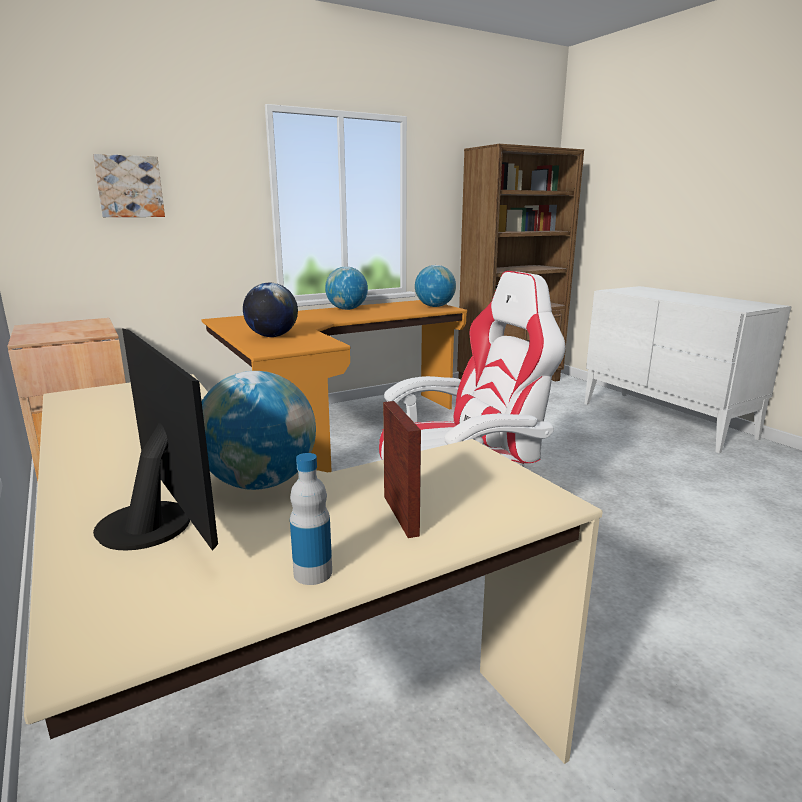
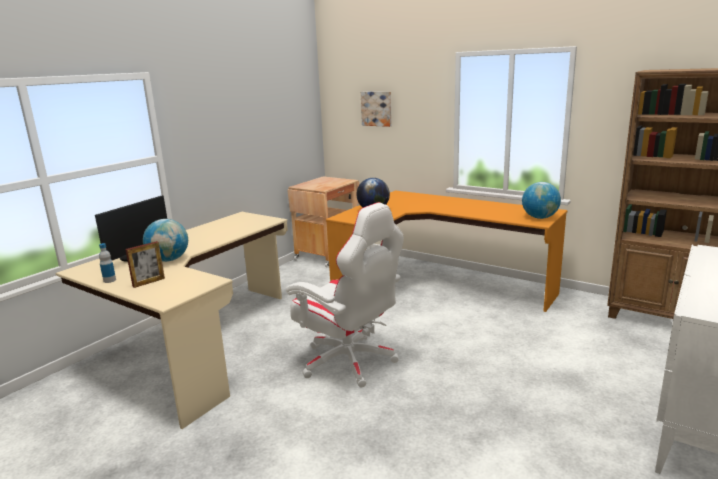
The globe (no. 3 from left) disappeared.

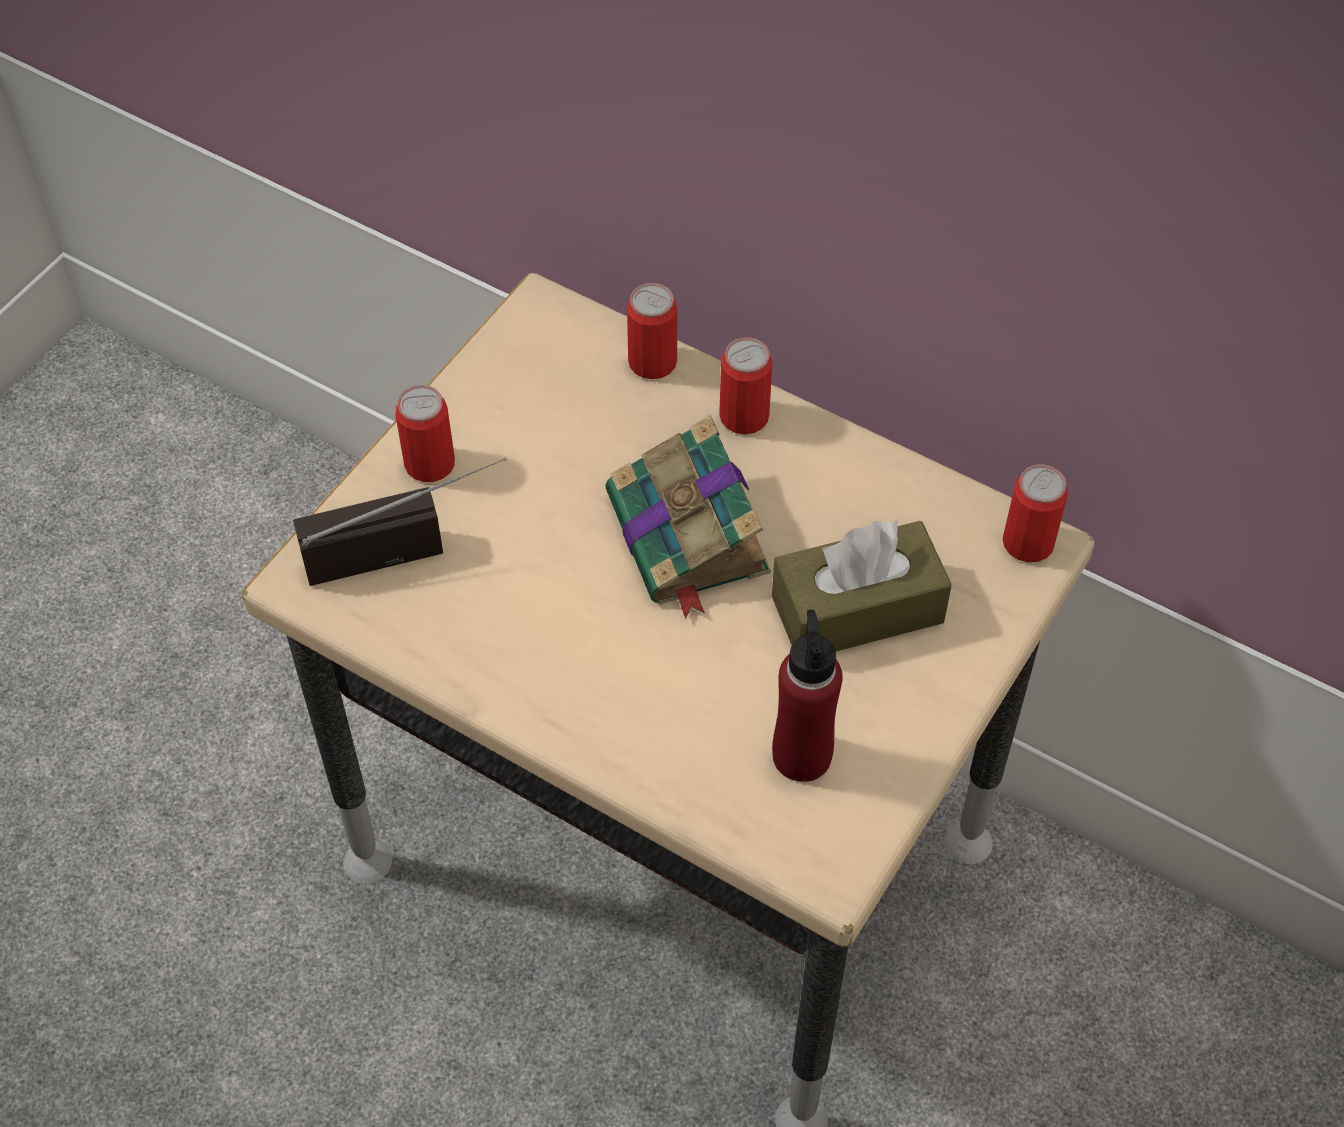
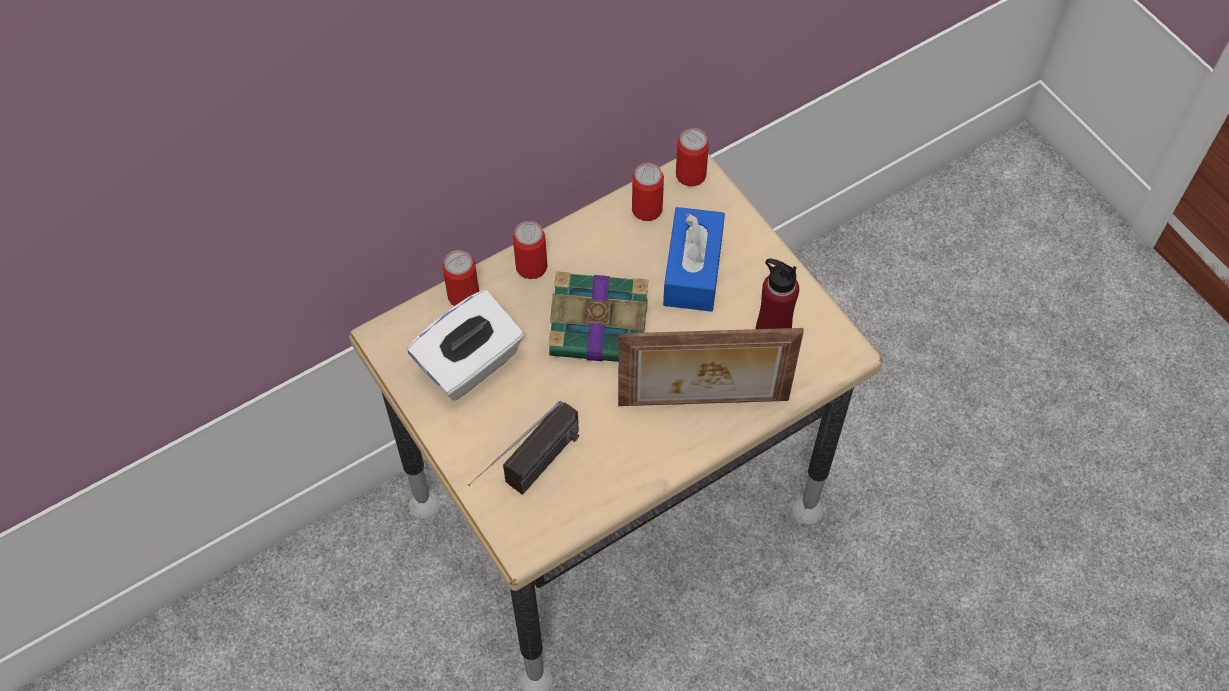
The tissue box (white) appeared.
The picture frame appeared.
The can (no. 1 from left in the first image) moved.
The tissue box (brown) became the tissue box (blue).
The radio turned 150 degrees counterclockwise.

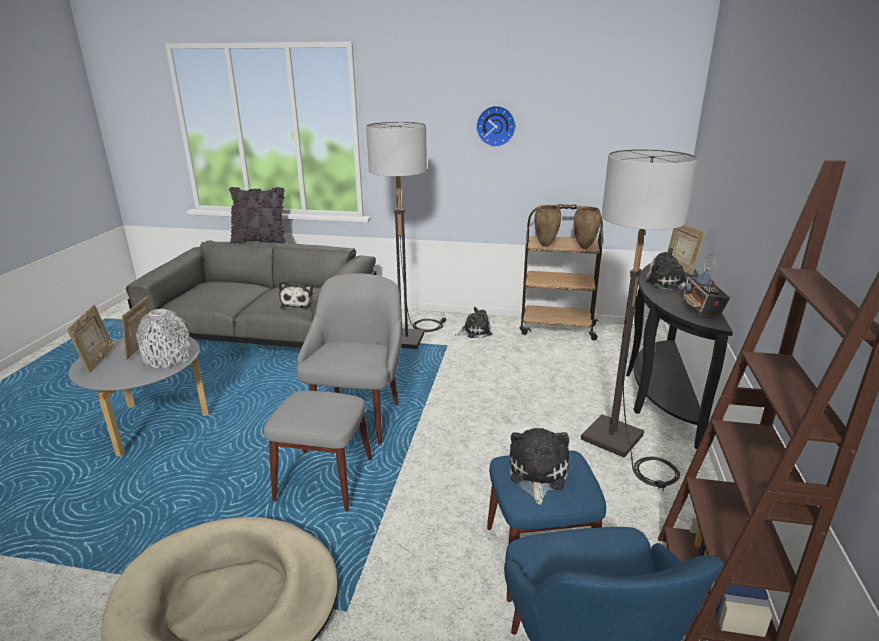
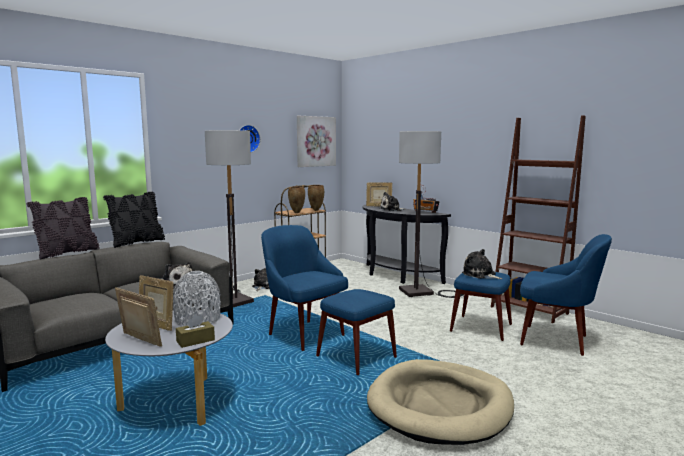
The pillow (black) (no. 2 from left) appeared.
The tissue box (brown) appeared.
The picture appeared.
The armchair (grey) became the armchair (blue) (no. 1 from left).

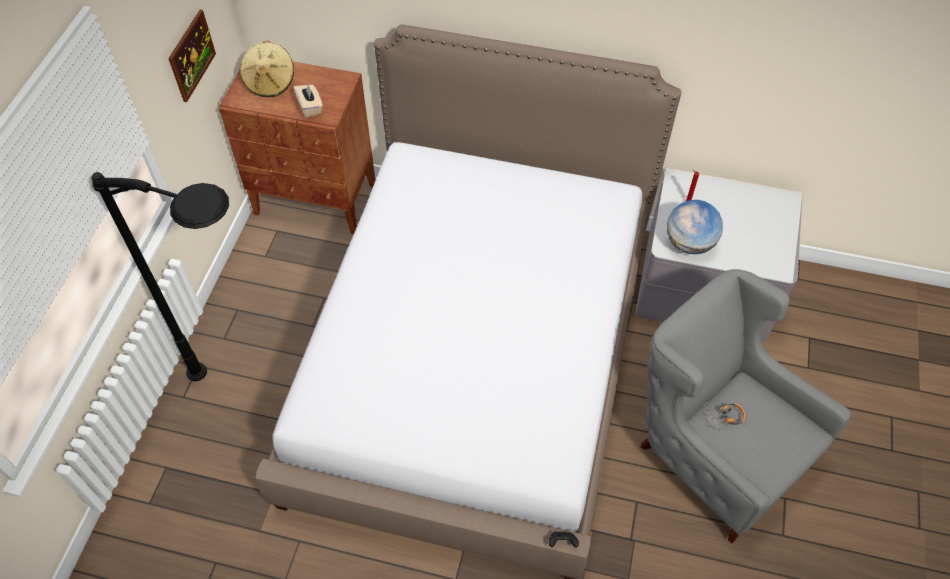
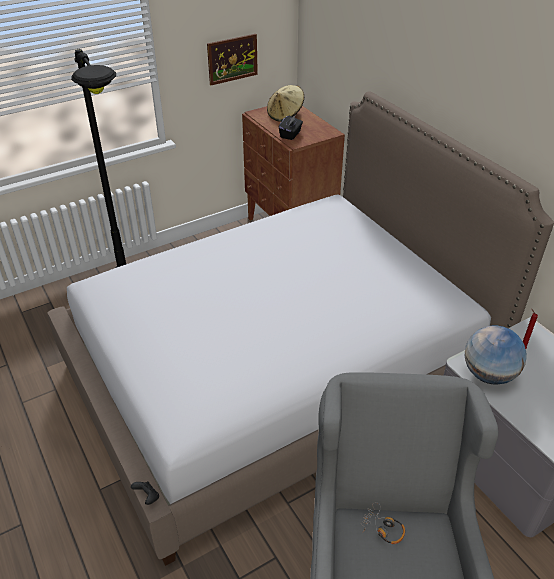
The tissue box (beige) became the tissue box (black).

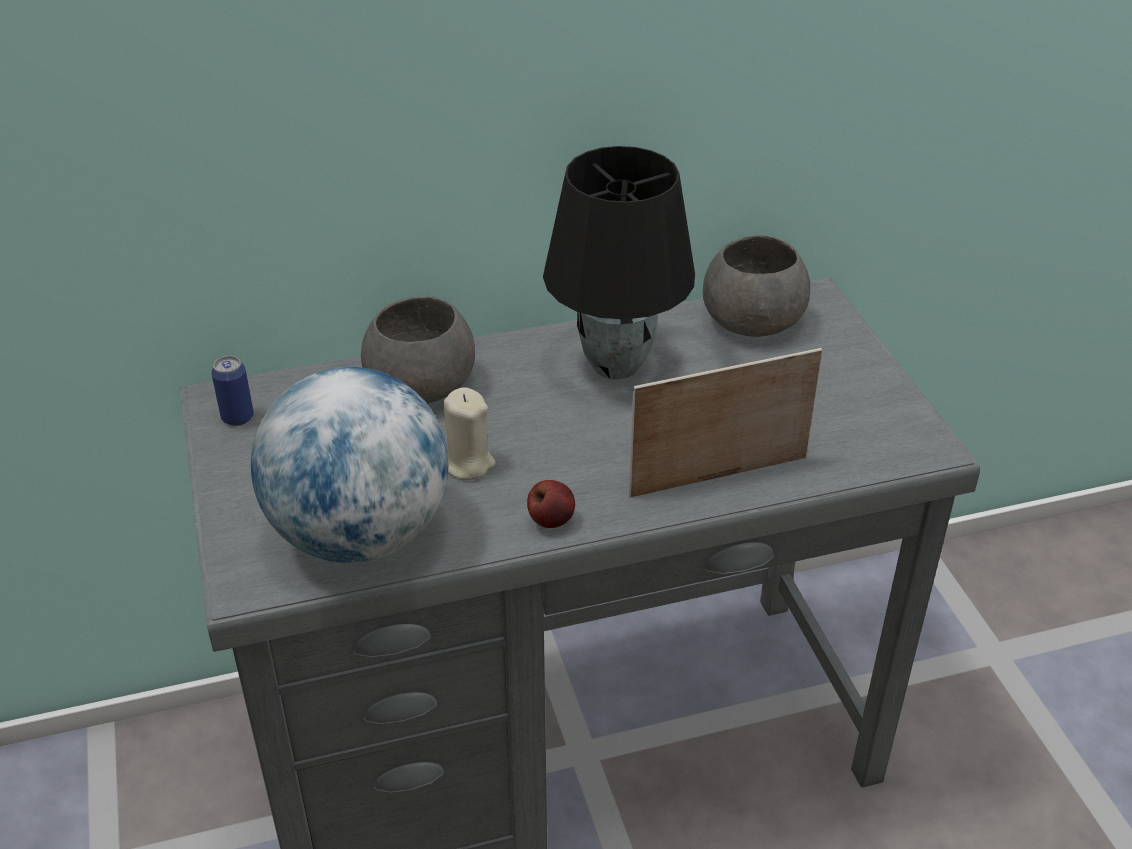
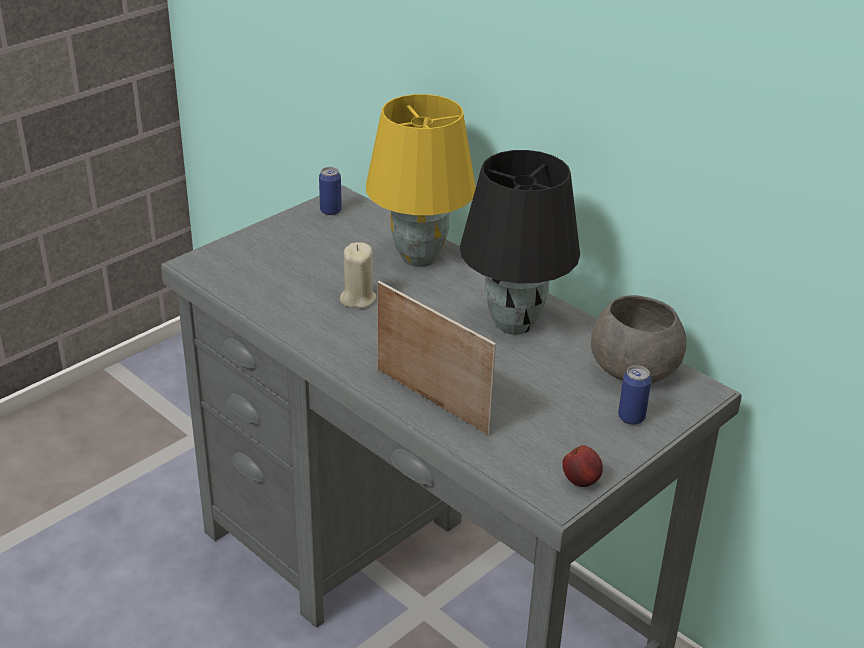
The globe disappeared.
The can (no. 2 from left) appeared.
The apple moved.
The bowl (grey) (no. 1 from left) was replaced by the table lamp (yellow).

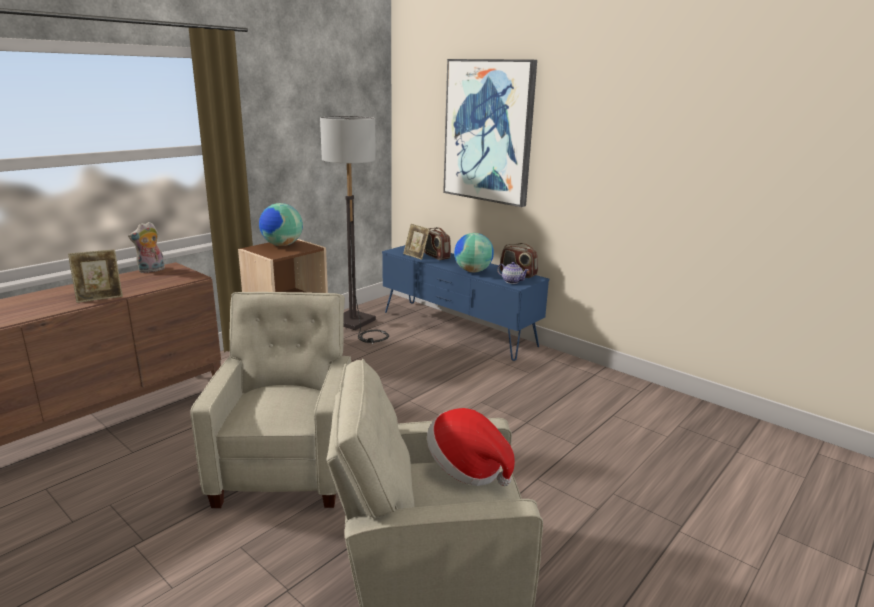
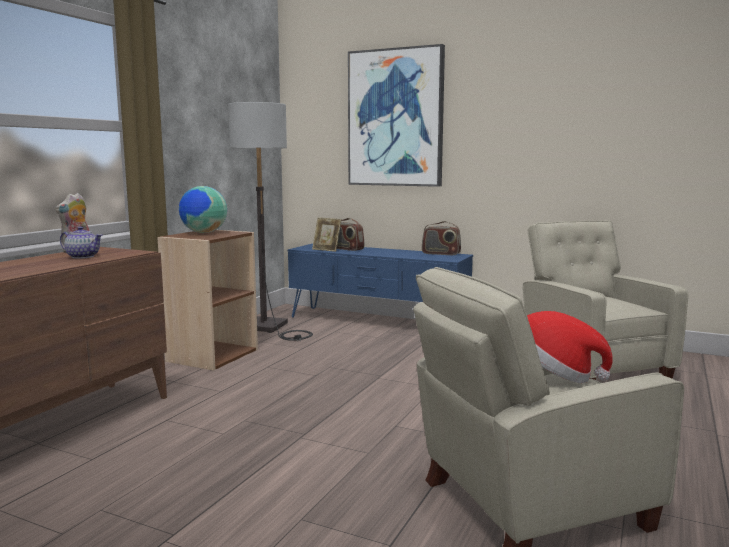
The picture frame (no. 1 from left) disappeared.
The globe (no. 2 from left) disappeared.
The armchair (beige) (no. 1 from left in the first image) moved.
The teapot moved.

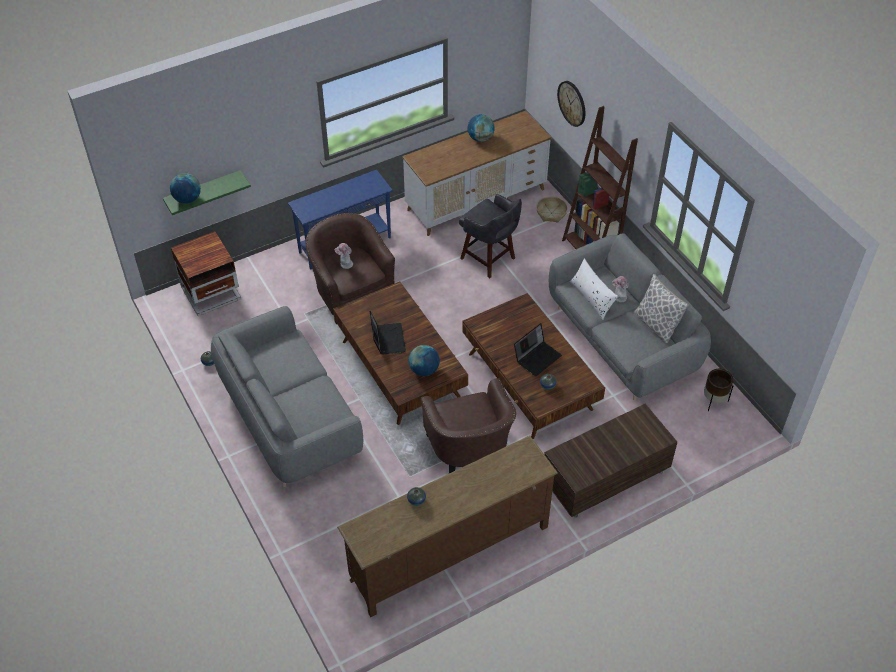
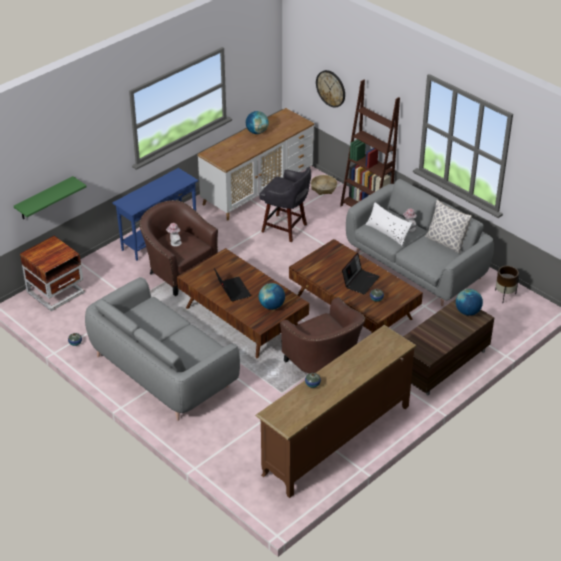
The globe (no. 1 from left in the first image) moved.

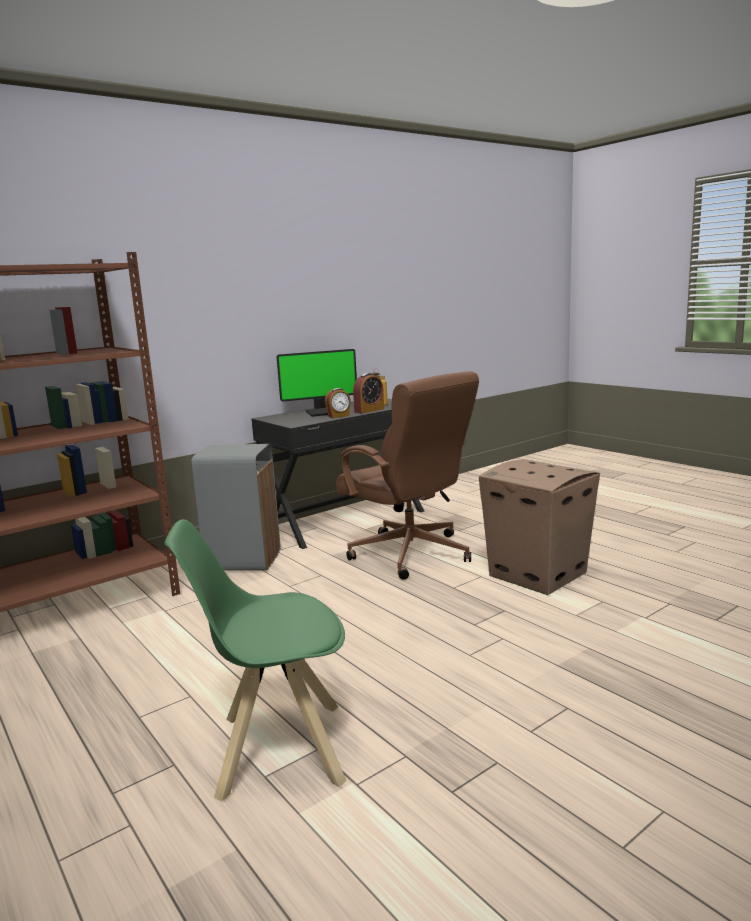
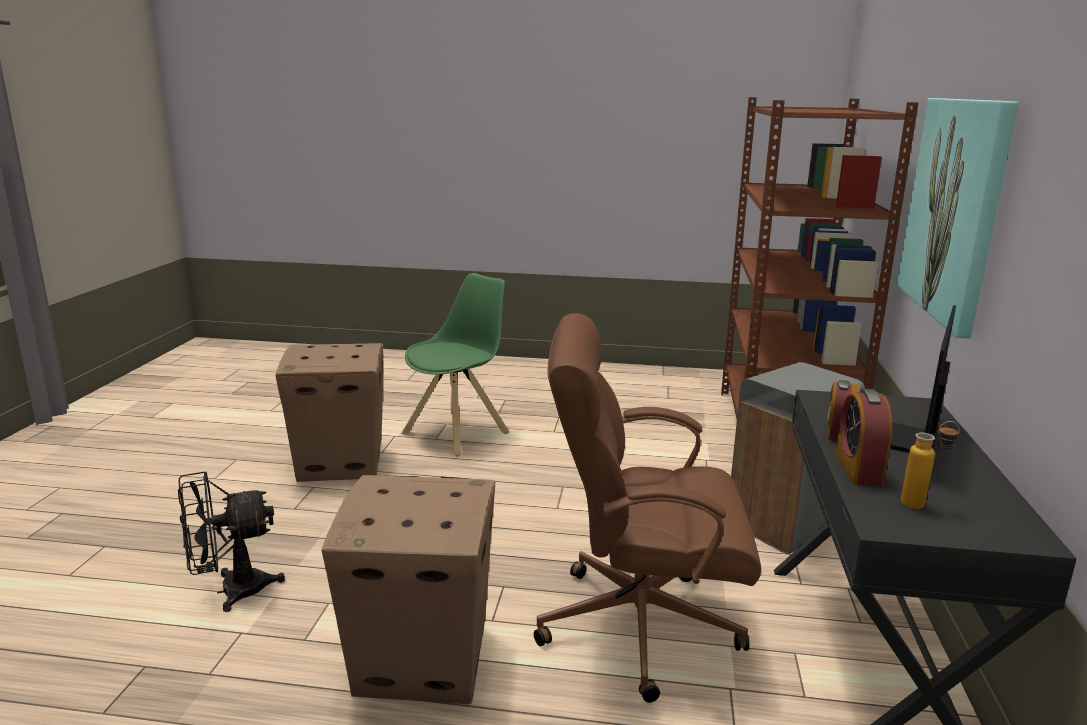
The fan (black) appeared.
The cardboard box (no. 1 from left) appeared.
The picture appeared.

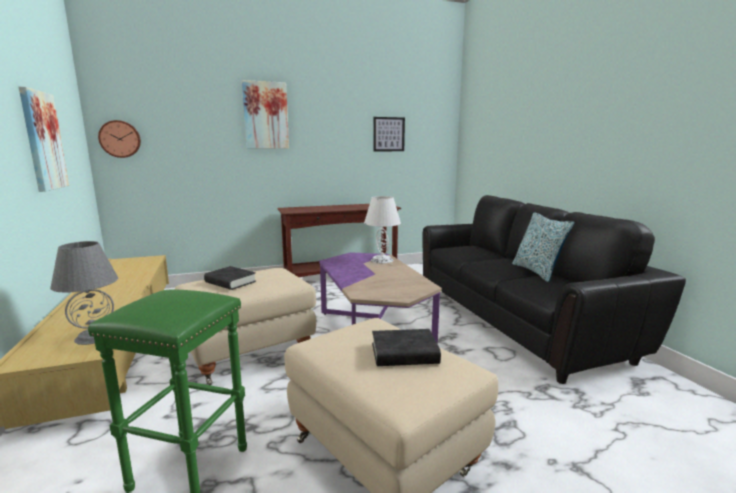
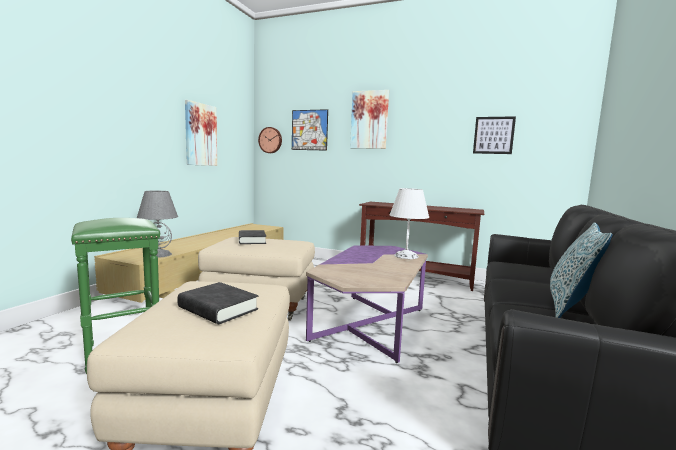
The picture (no. 2 from left) appeared.

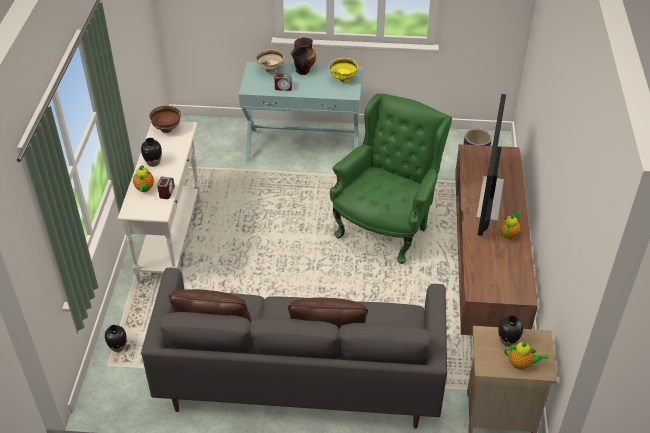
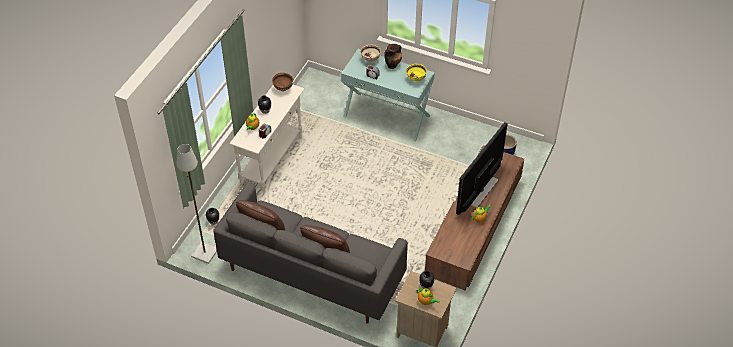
The armchair (green) disappeared.
The floor lamp (grey) appeared.

